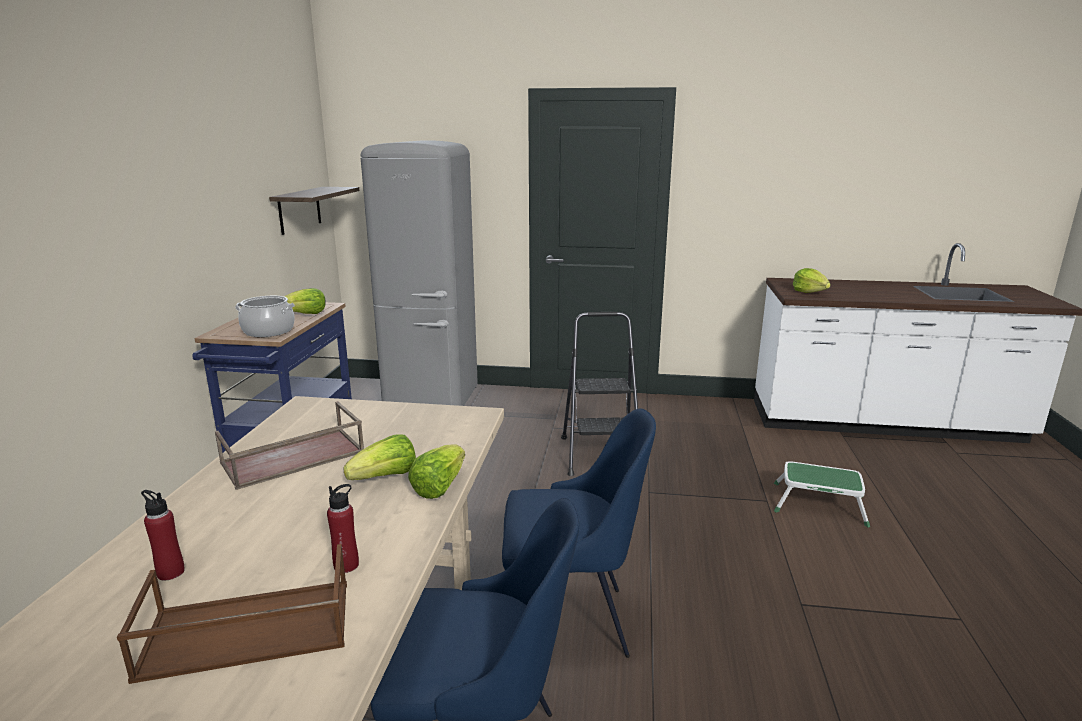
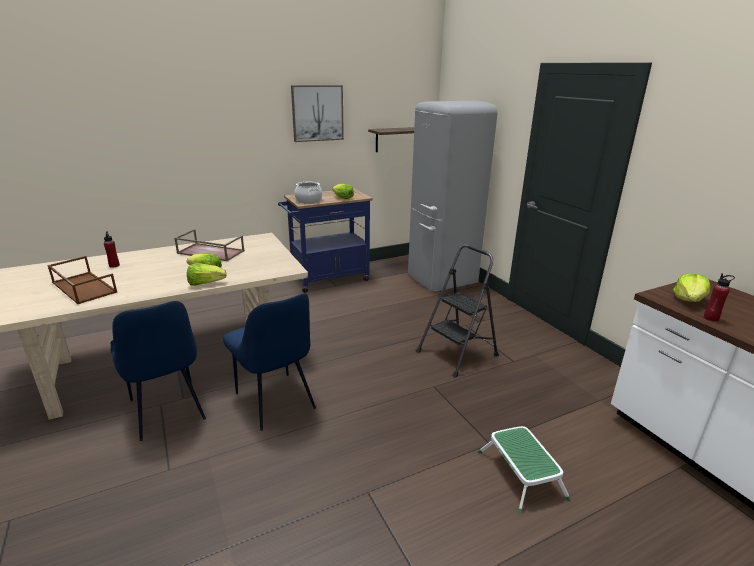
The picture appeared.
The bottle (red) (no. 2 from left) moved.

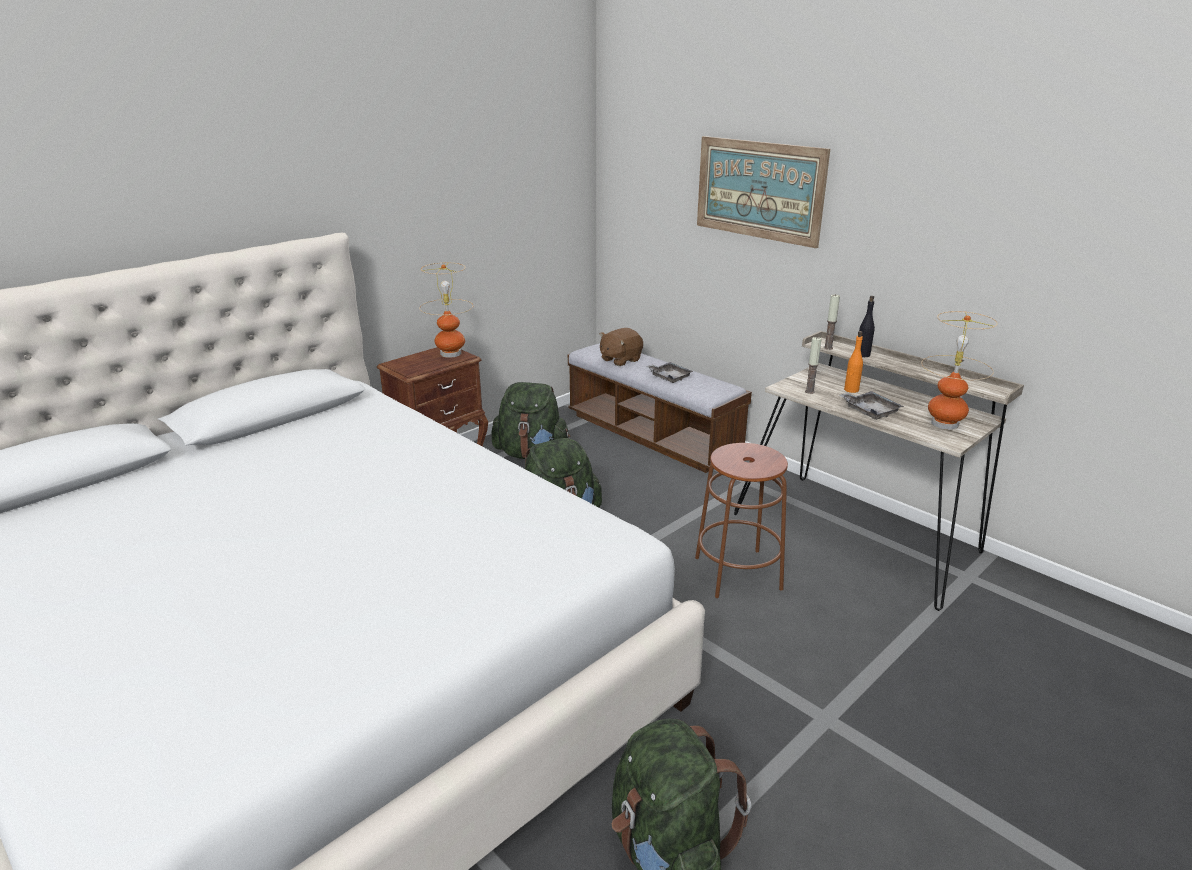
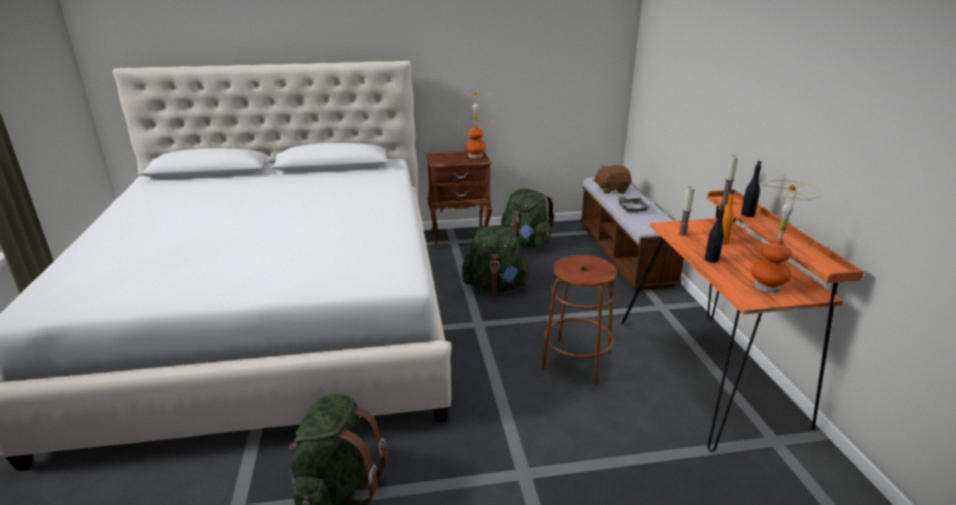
The picture disappeared.
The tray (grey) (no. 2 from left) was replaced by the bottle (black) (no. 1 from left).
The desk (beige) became the desk (orange).

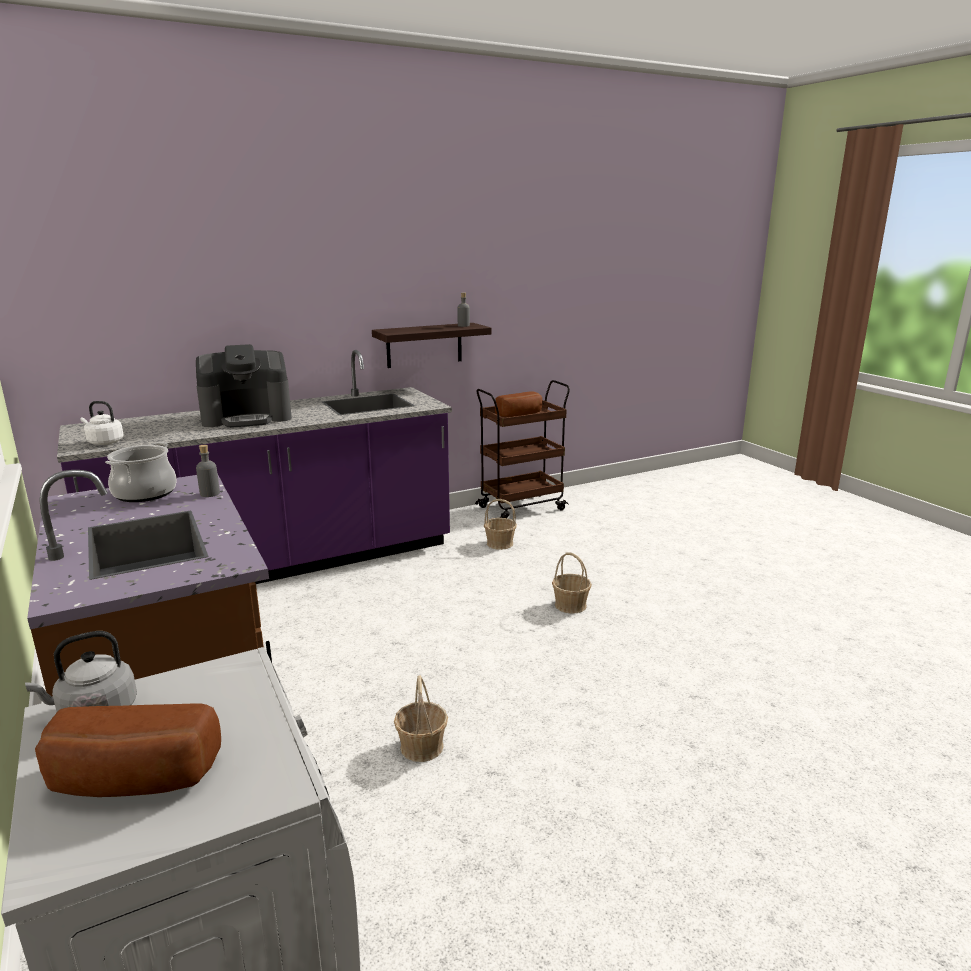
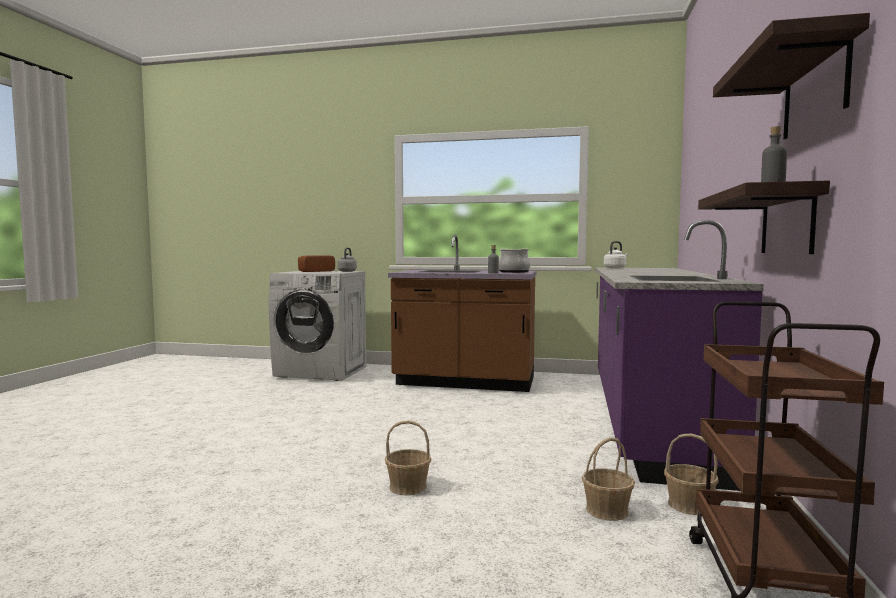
The coffee machine disappeared.
The bread (no. 2 from left) disappeared.
The shelf (no. 2 from left) appeared.
The basket (no. 1 from left in the first image) moved.

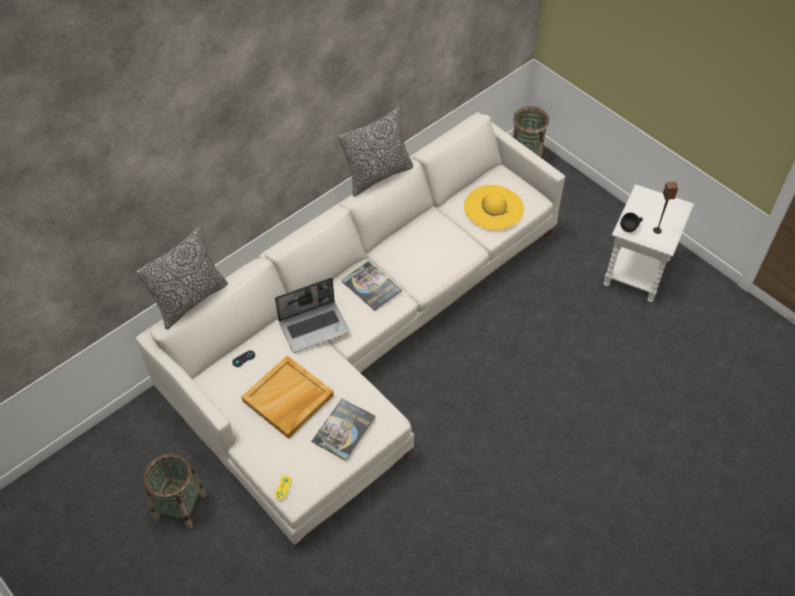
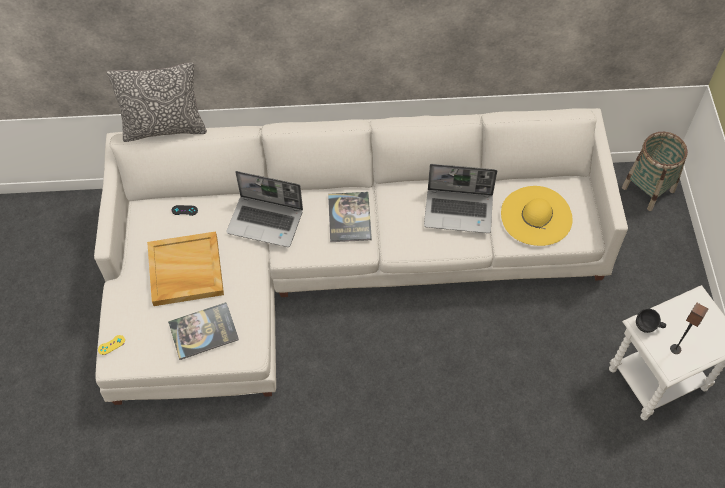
The basket (no. 1 from left) disappeared.
The pillow (no. 2 from left) disappeared.
The laptop (no. 2 from left) appeared.

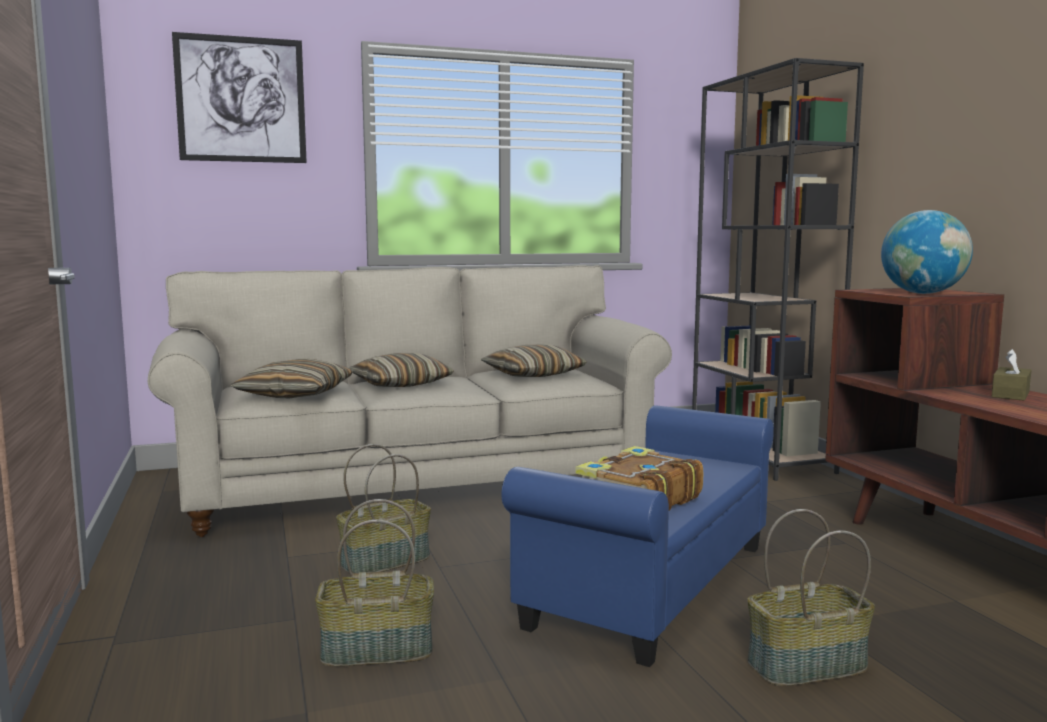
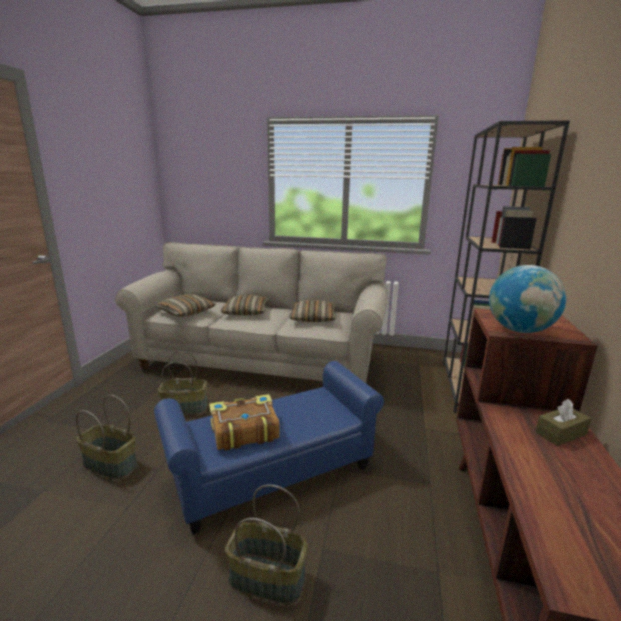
The picture disappeared.

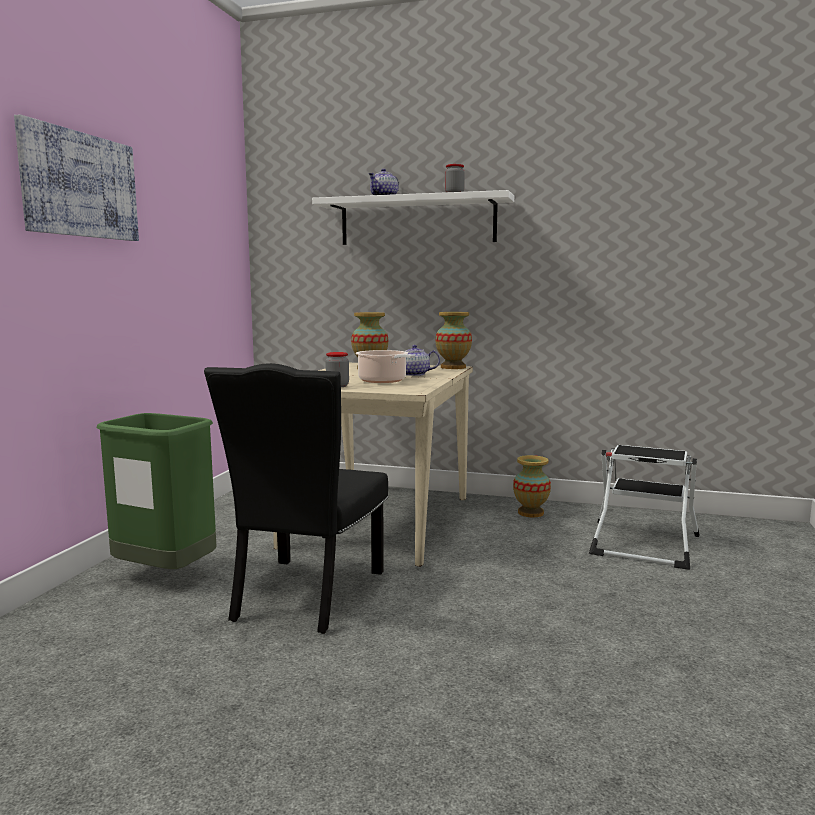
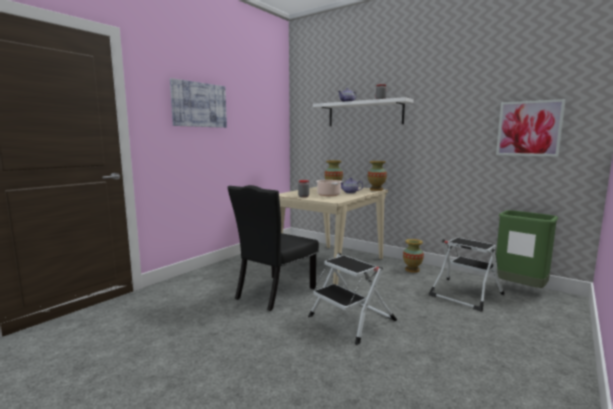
The step ladder (no. 1 from left) appeared.
The picture (no. 2 from left) appeared.
The trash can (green) moved.

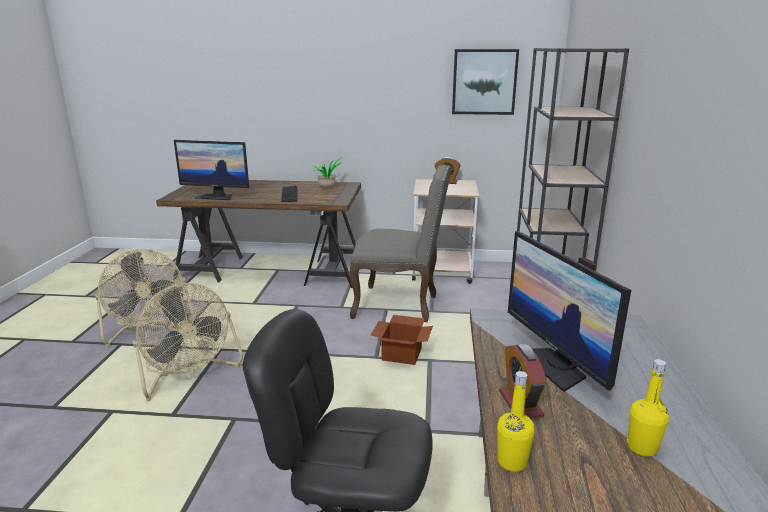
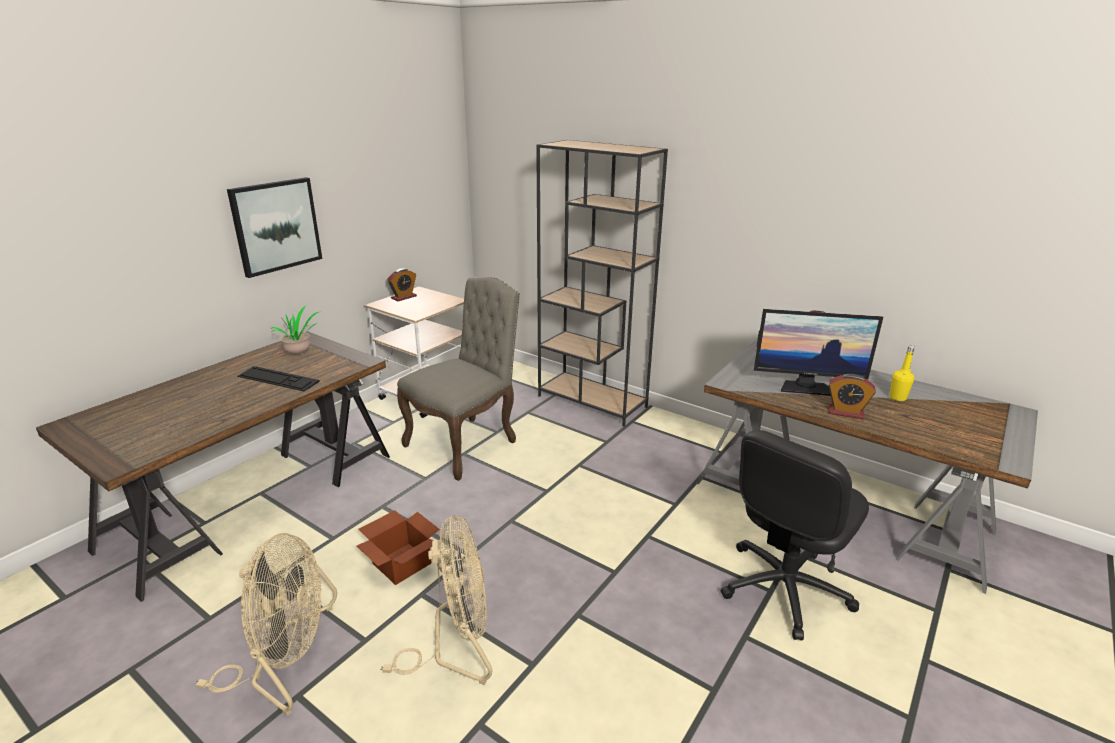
The monitor (no. 1 from left) disappeared.
The bottle (yellow) (no. 1 from left) disappeared.
The cardboard box moved.
The picture moved.

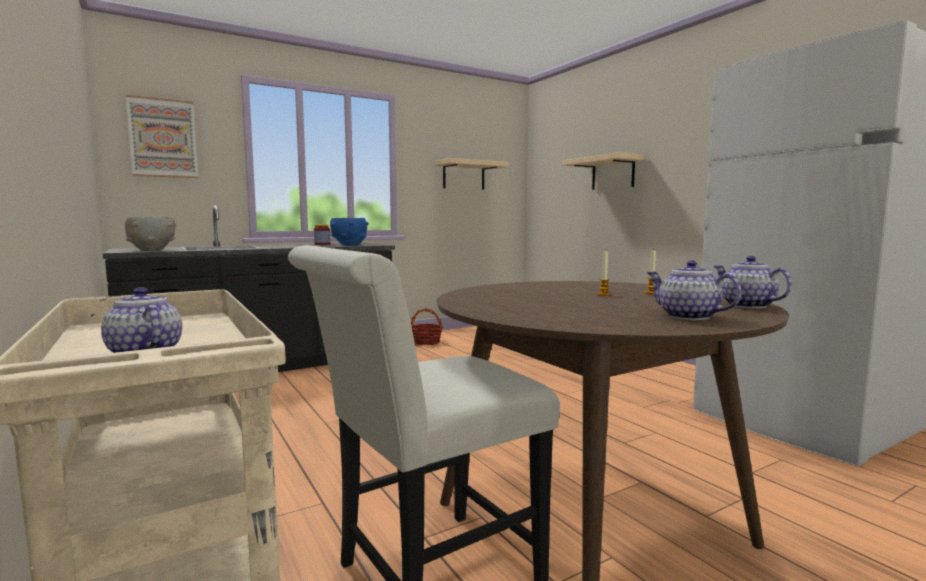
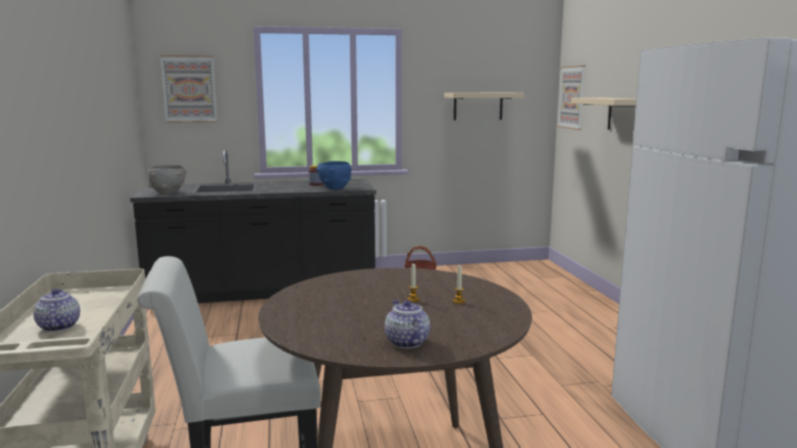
The teapot (no. 3 from left) disappeared.
The picture (no. 2 from left) appeared.

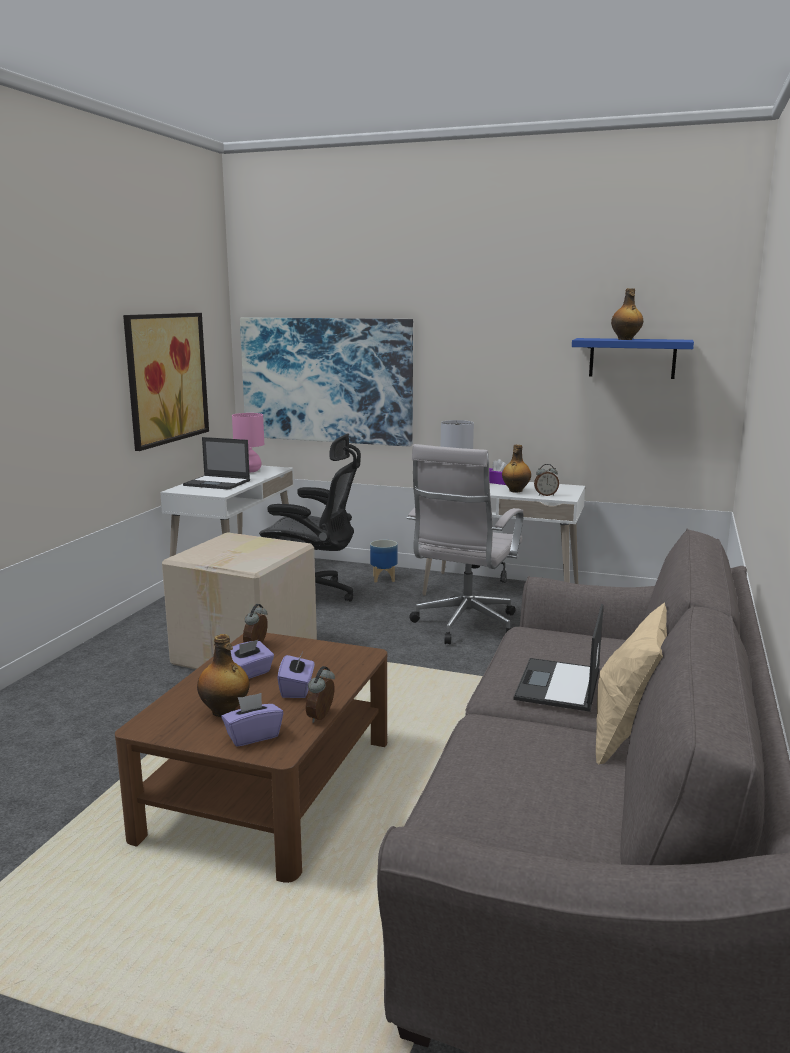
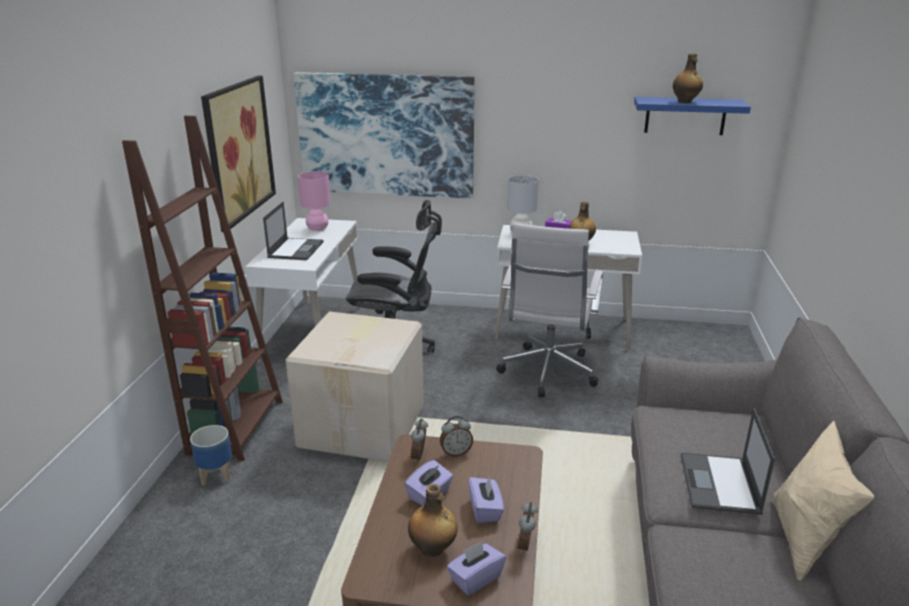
The bookcase (brown) appeared.
The planter moved.
The alarm clock (no. 3 from left in the first image) moved.
The laptop (no. 1 from left) turned 90 degrees counterclockwise.

